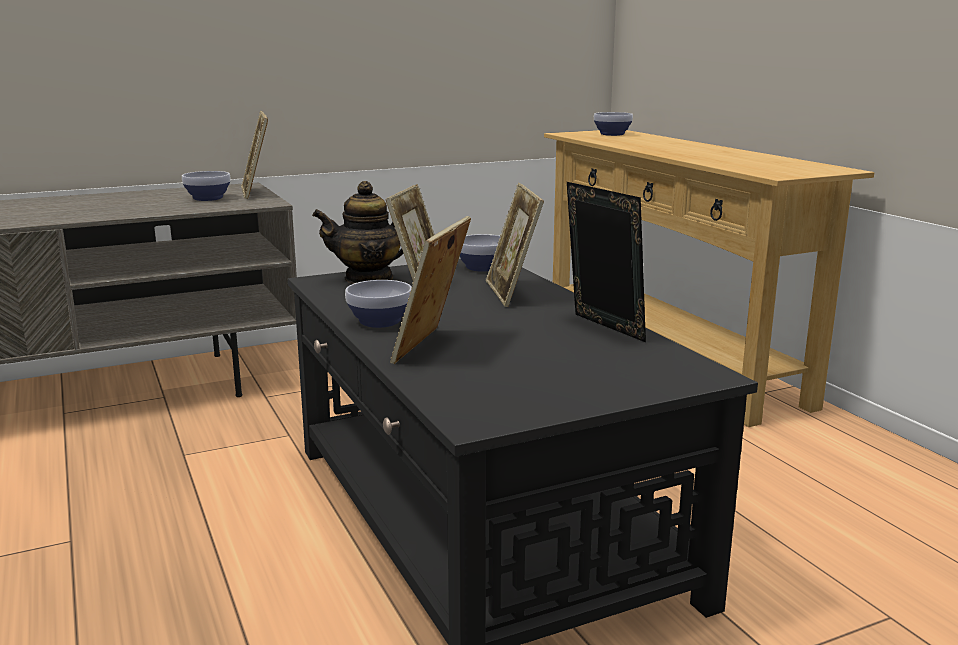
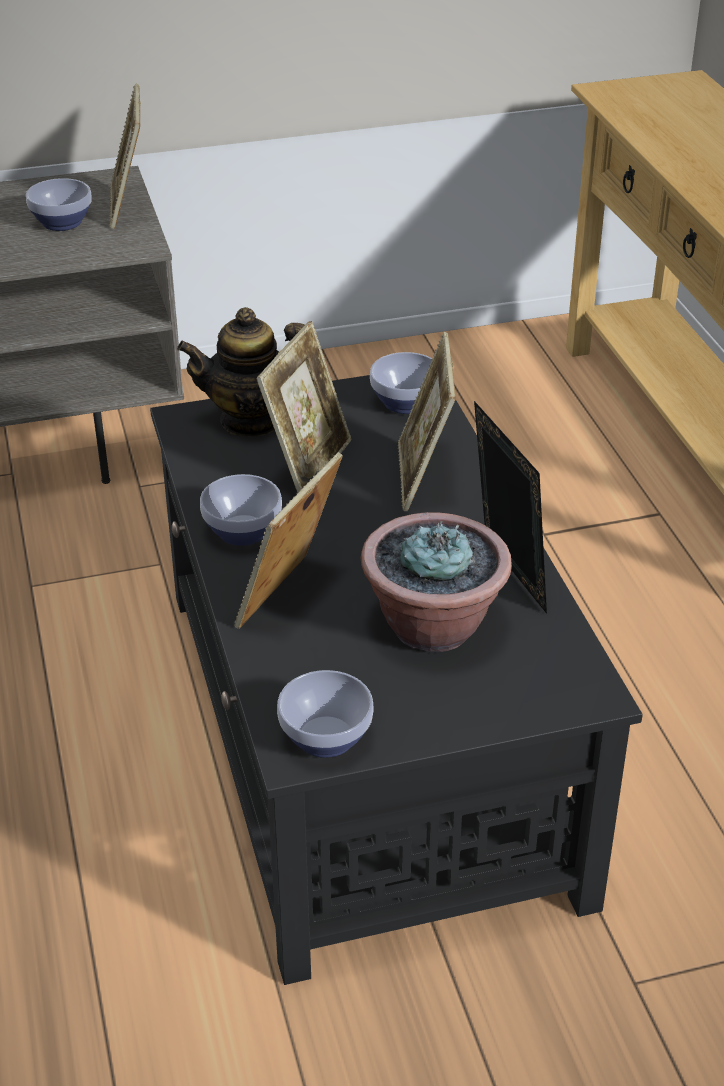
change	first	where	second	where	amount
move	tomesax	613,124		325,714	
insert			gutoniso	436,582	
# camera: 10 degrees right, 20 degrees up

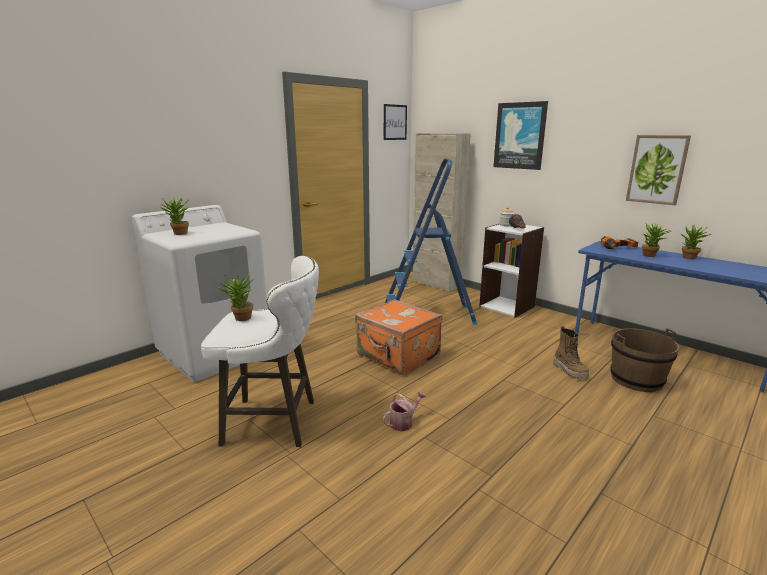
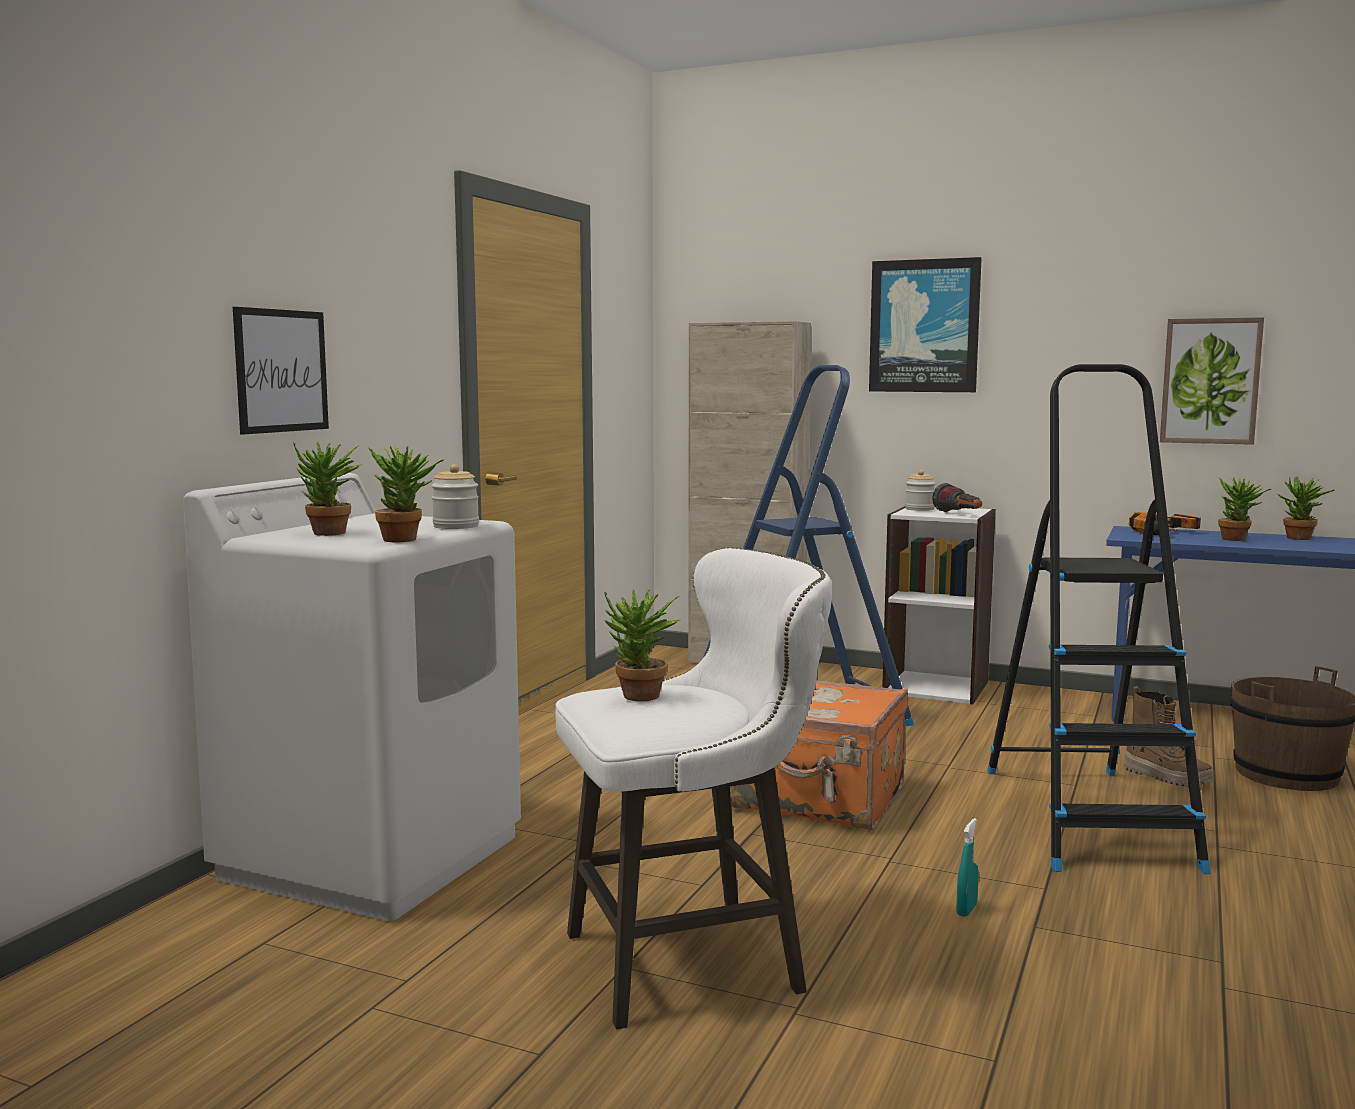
change	first	where	second	where	amount
move	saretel	395,122		281,371	
replace	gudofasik	404,411	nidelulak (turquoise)	967,867	
insert			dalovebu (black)	1098,619	
insert			gutoniso	406,493	
insert			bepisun	455,496	
# camera: 20 degrees left, 10 degrees down

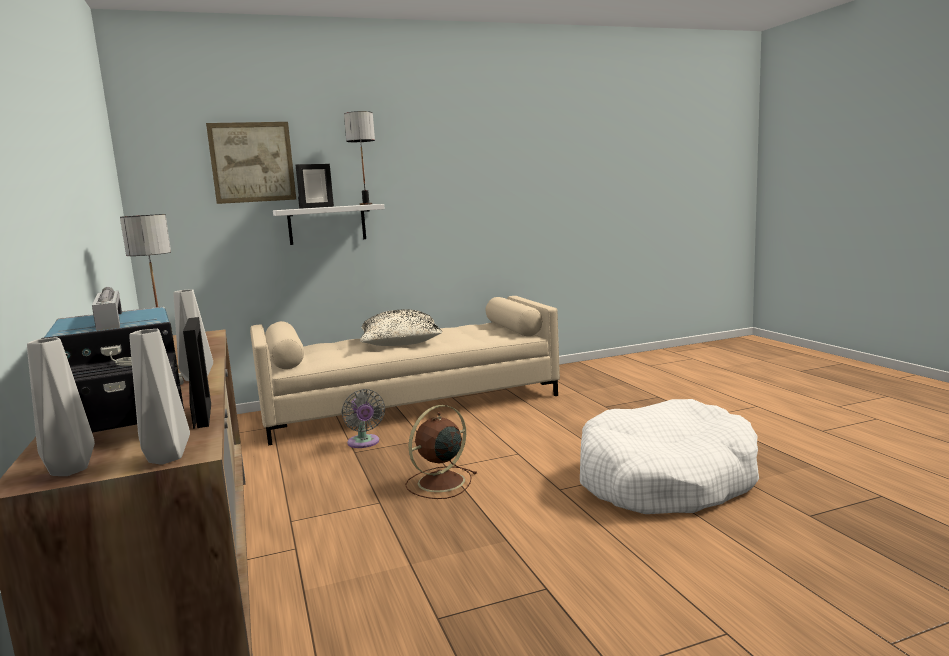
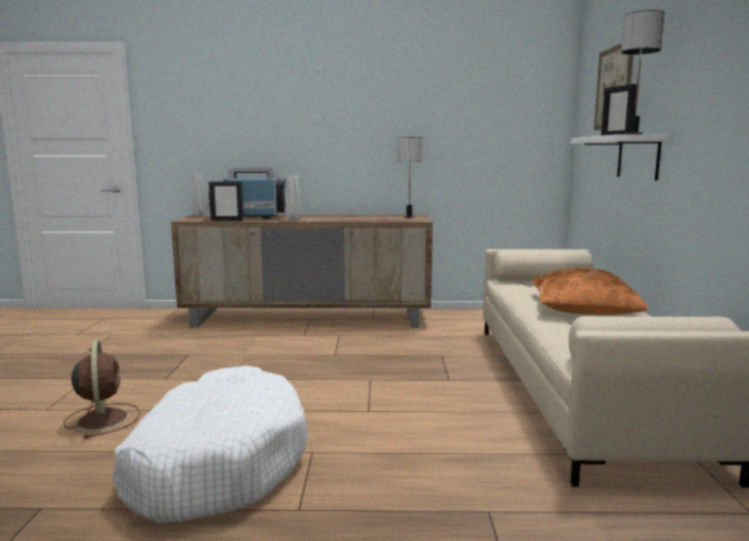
change	first	where	second	where	amount
recolor	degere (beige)	401,327	degere (orange)	590,291	
delete	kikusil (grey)	159,397			
delete	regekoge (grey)	363,418			
move	regekoge (brown)	441,452		101,389	
# camera: 110 degrees right, 0 degrees up

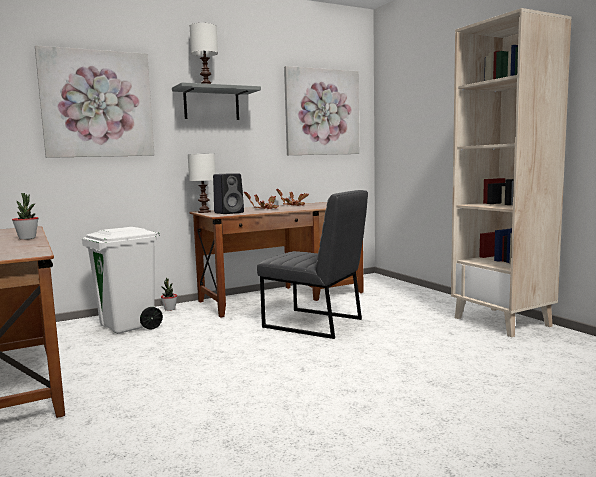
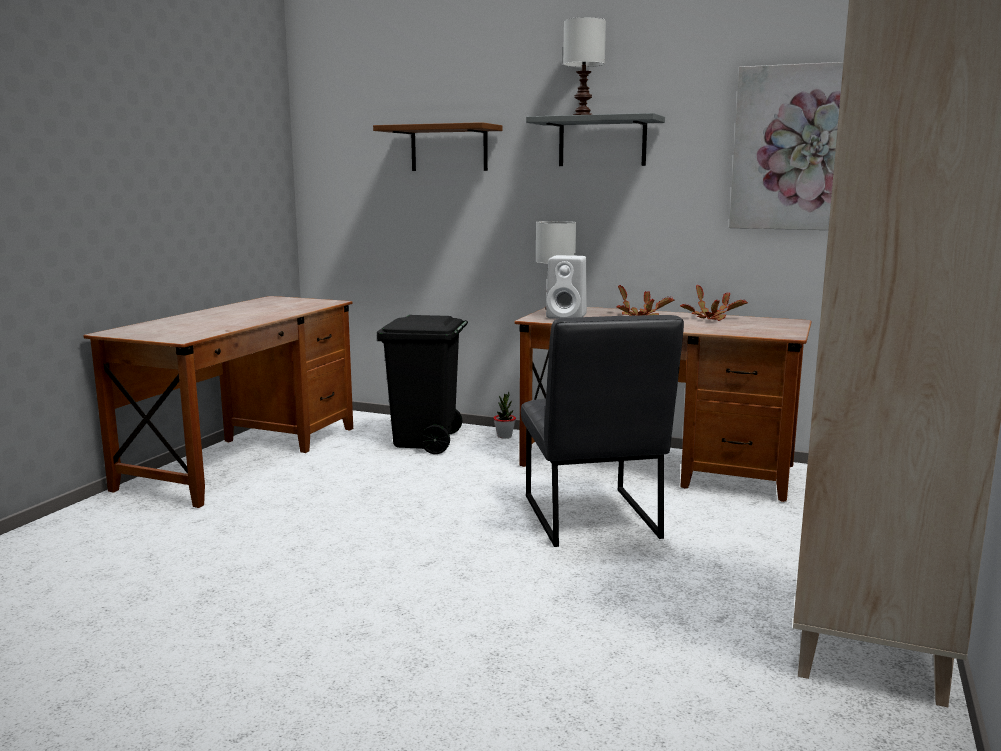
change	first	where	second	where	amount
replace	saretel	94,101	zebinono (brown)	438,146	
recolor	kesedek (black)	228,193	kesedek (white)	566,287	
delete	gutoniso	25,216			
recolor	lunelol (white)	122,280	lunelol (black)	422,384	
# camera: 50 degrees right, 5 degrees up

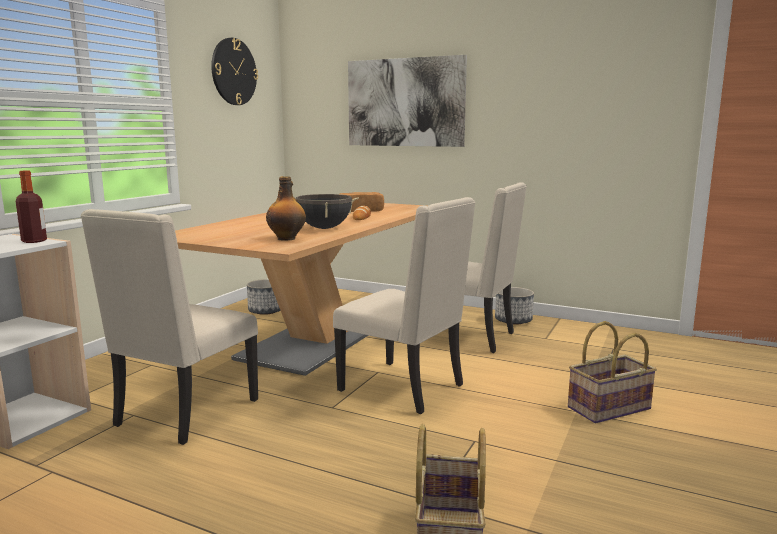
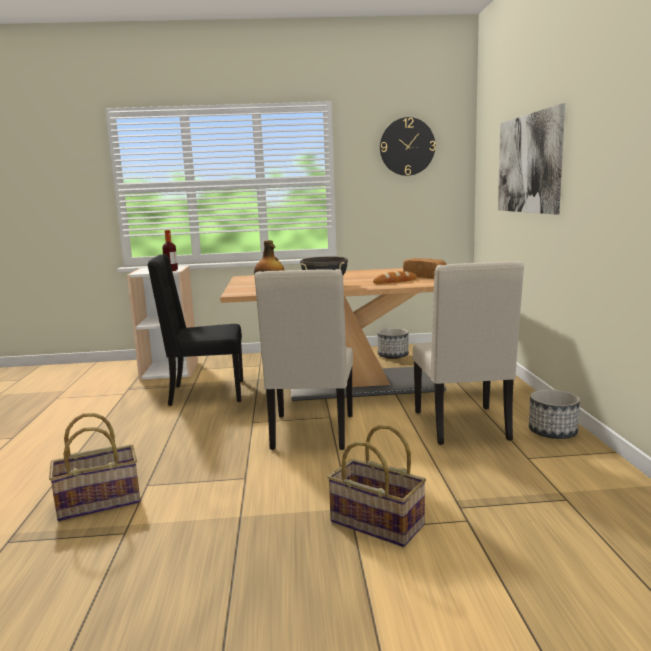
change	first	where	second	where	amount
recolor	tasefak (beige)	169,327	tasefak (black)	195,330	
# camera: 60 degrees right, 0 degrees up

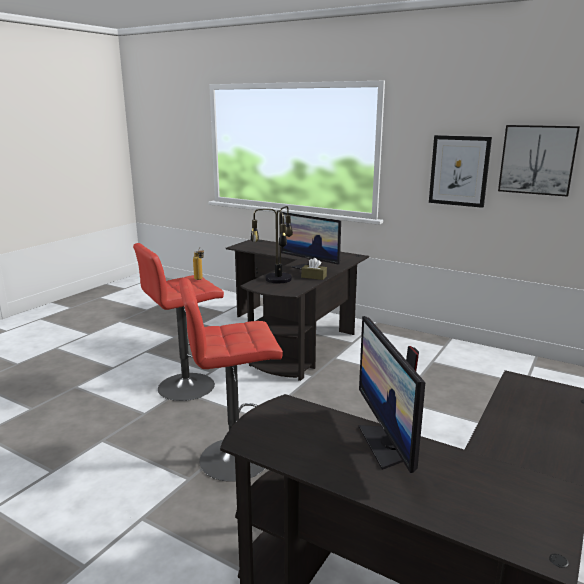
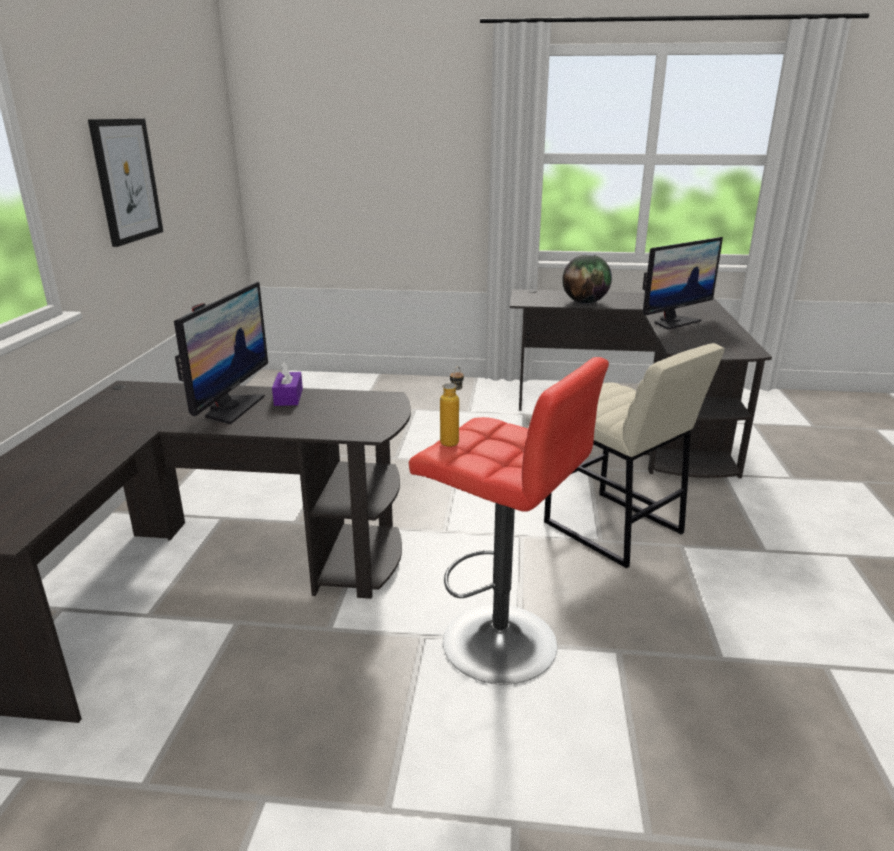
change	first	where	second	where	amount
delete	saretel	539,161			
delete	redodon	272,244			
recolor	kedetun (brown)	314,269	kedetun (purple)	287,384	
replace	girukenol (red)	231,380	tasefak (beige)	634,455	
insert			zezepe	587,279	
# camera: 115 degrees left, 5 degrees up

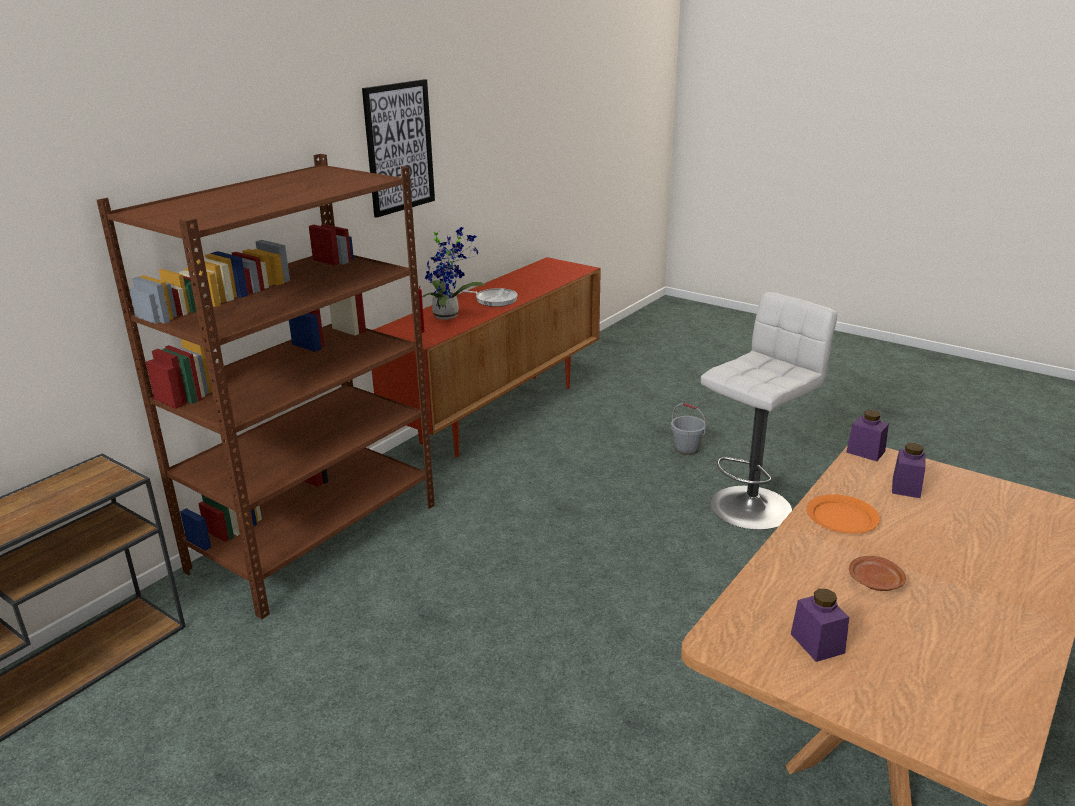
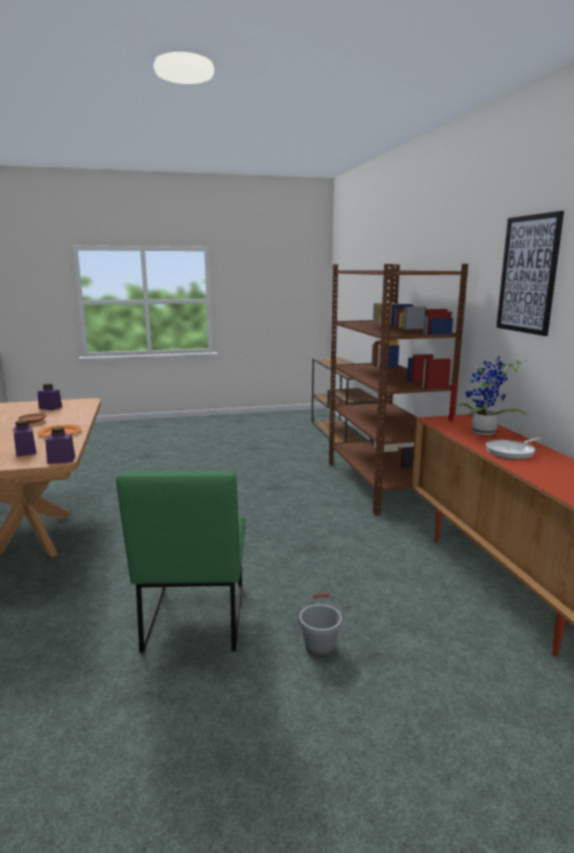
change	first	where	second	where	amount
replace	girukenol (white)	769,411	tasefak (green)	180,562	
# camera: 130 degrees right, 10 degrees down

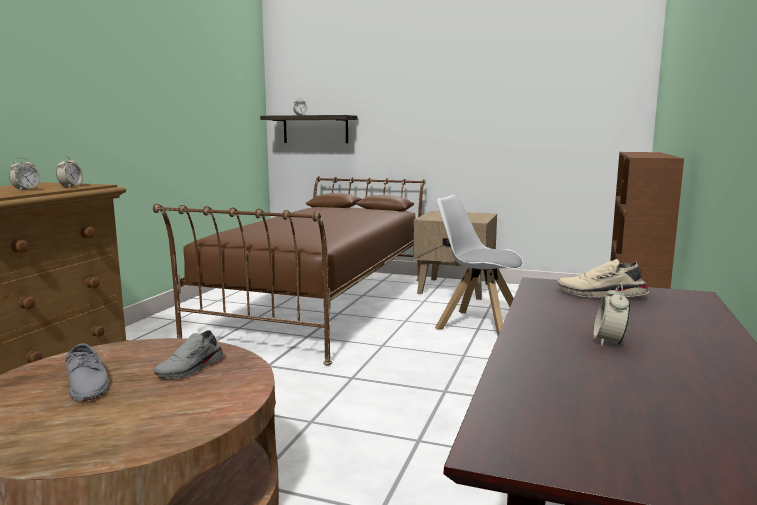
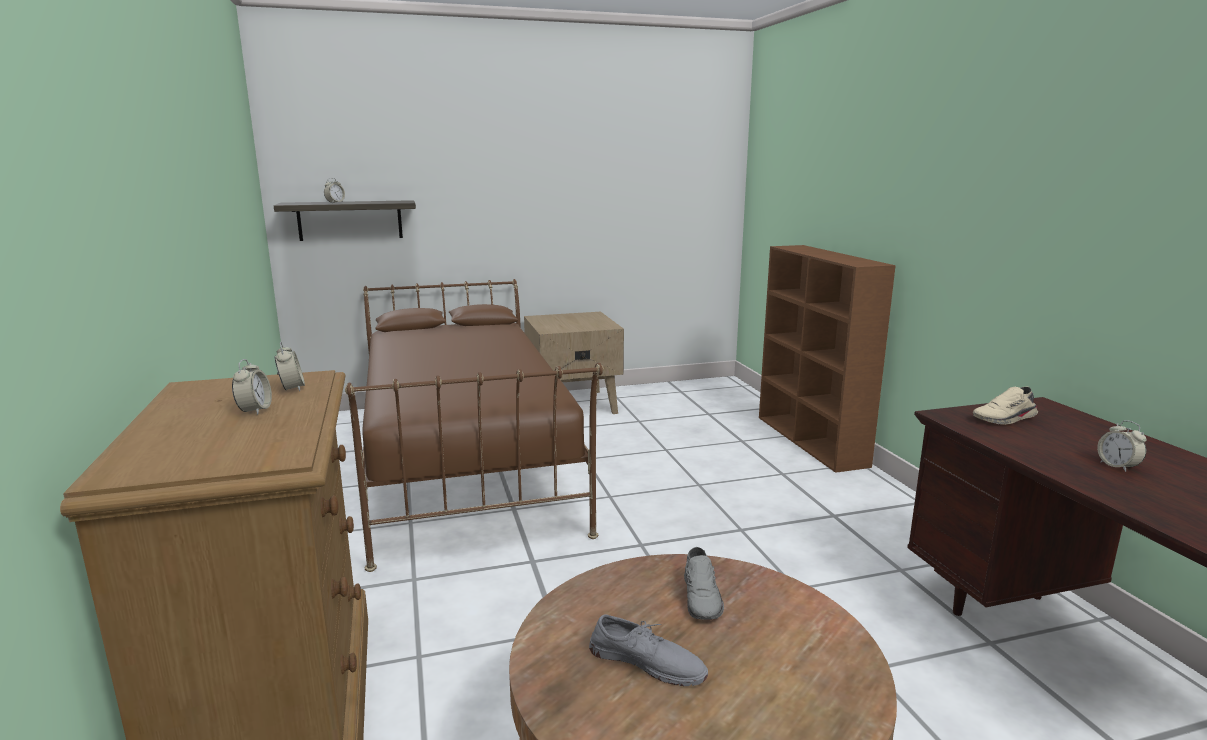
change	first	where	second	where	amount
delete	tasefak	479,265			
# camera: 35 degrees left, 5 degrees up

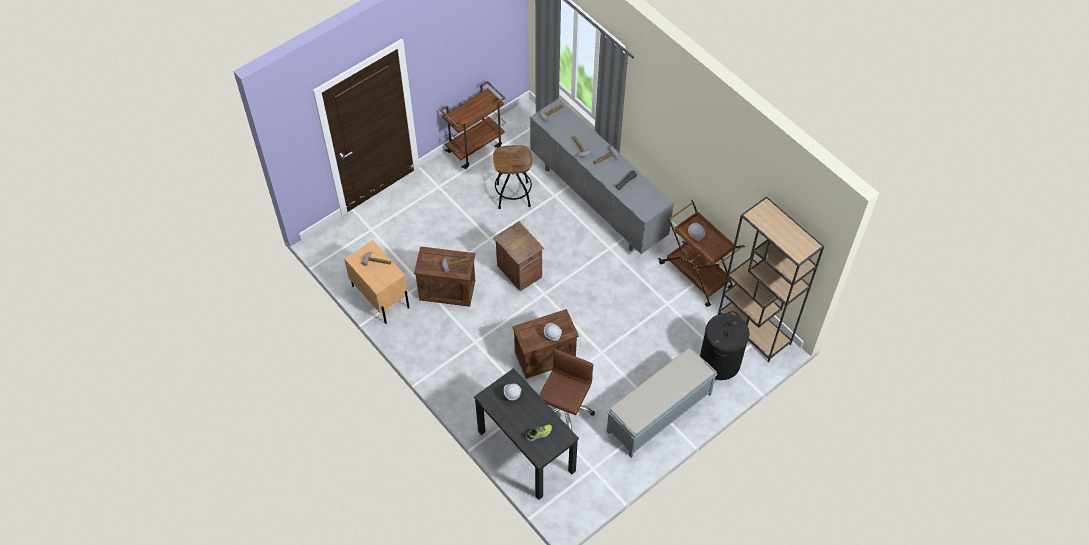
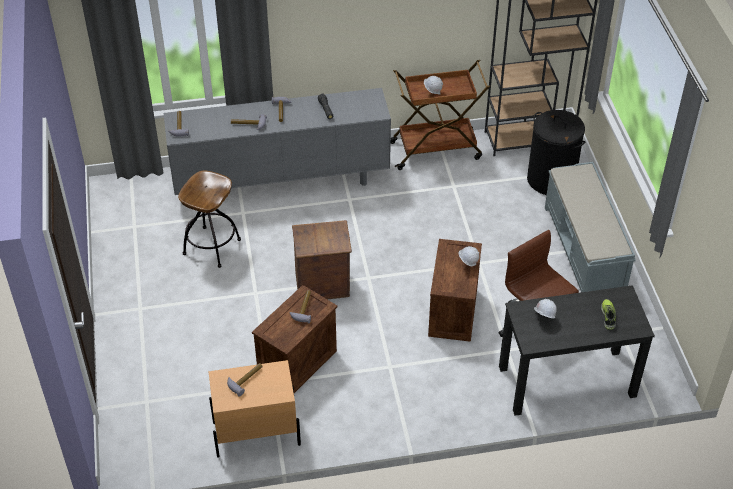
change	first	where	second	where	amount
delete	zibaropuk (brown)	472,125			
# camera: 60 degrees left, 10 degrees down

